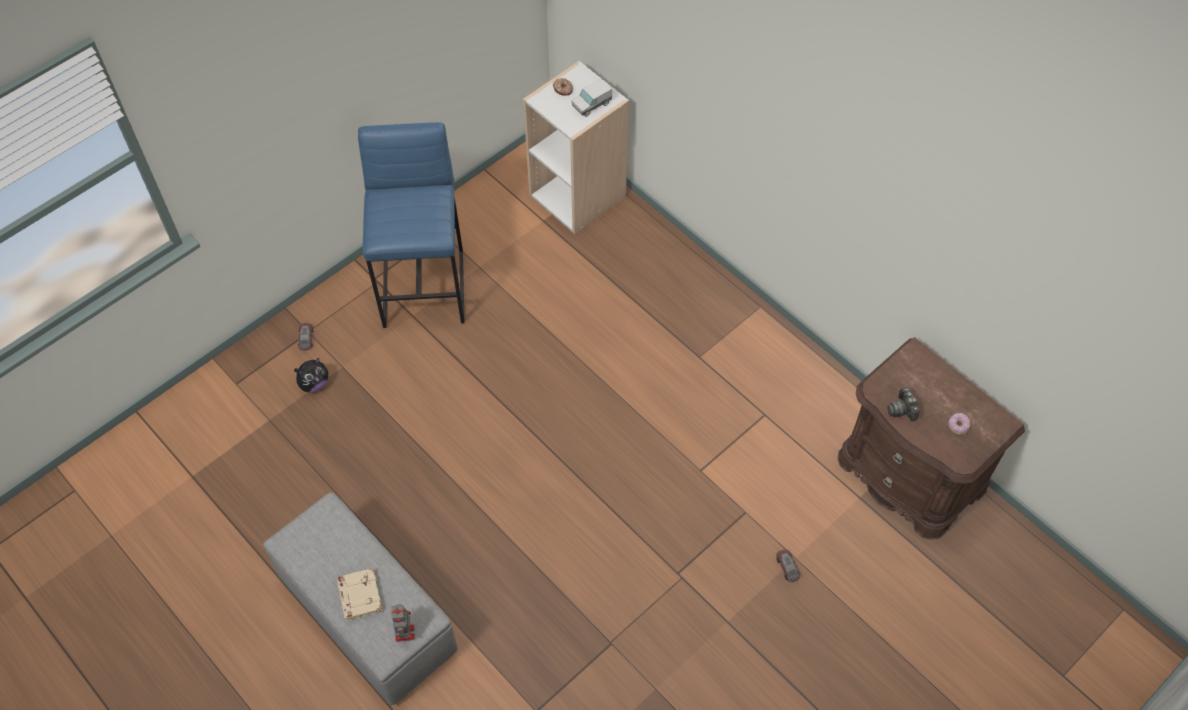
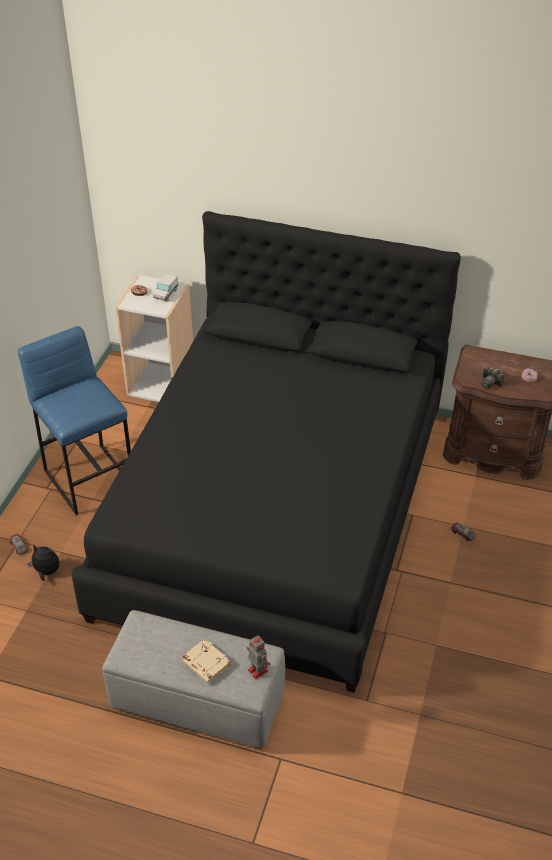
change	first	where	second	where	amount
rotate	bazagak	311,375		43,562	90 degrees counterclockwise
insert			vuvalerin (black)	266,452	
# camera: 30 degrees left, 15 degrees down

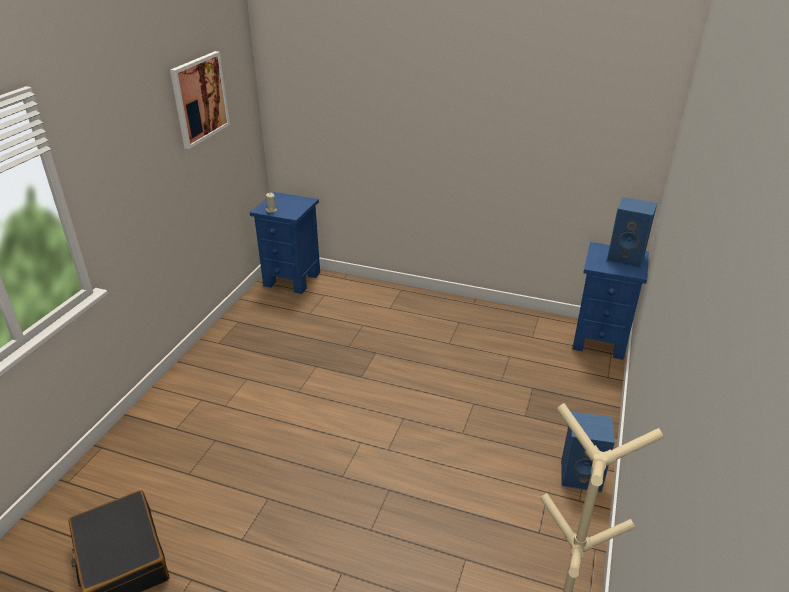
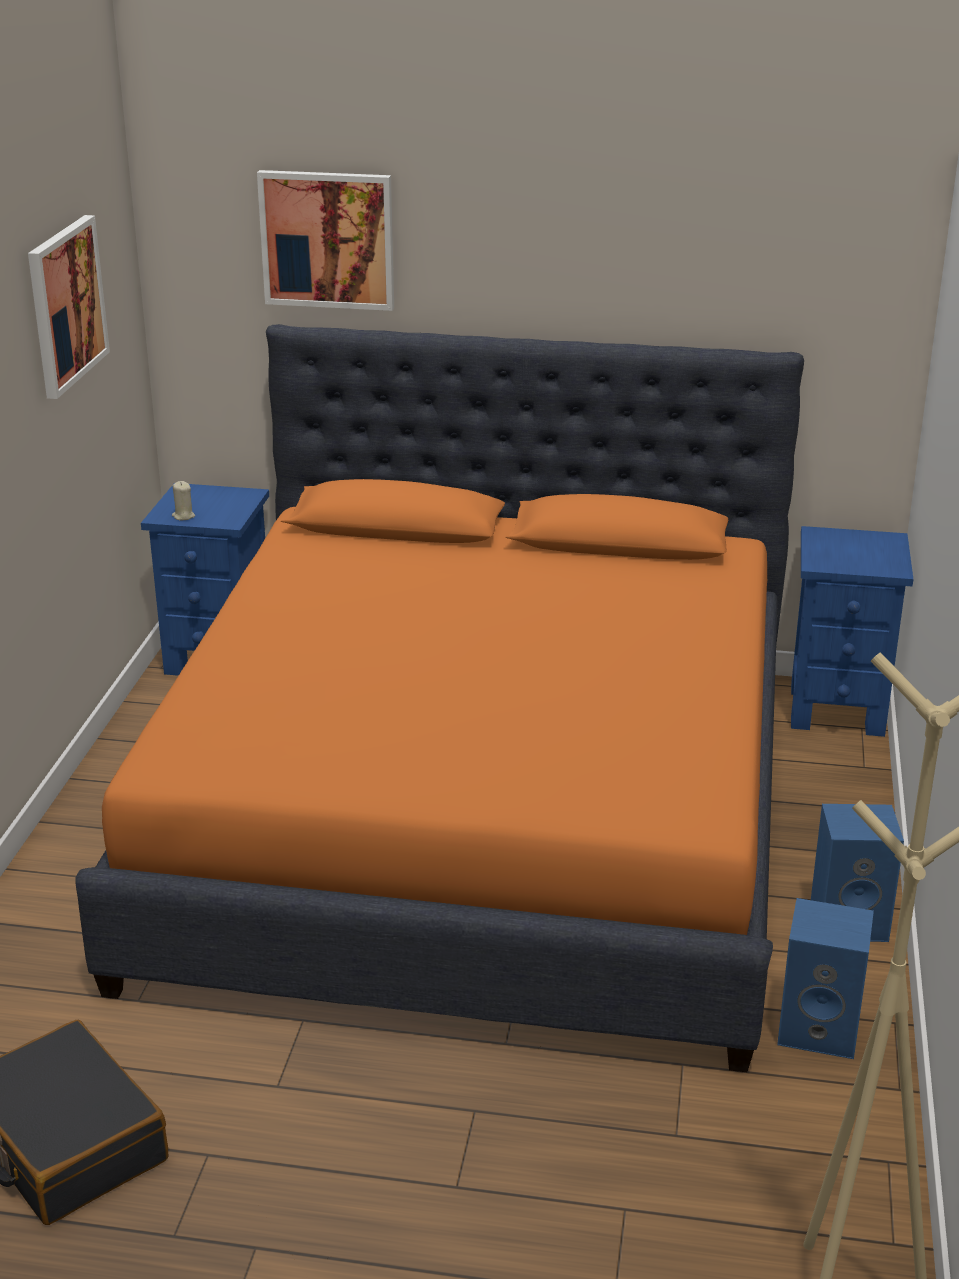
change	first	where	second	where	amount
move	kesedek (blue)	632,232		825,978	
insert			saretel	325,240	
insert			vuvalerin (orange)	439,698	
# camera: 10 degrees left, 5 degrees down

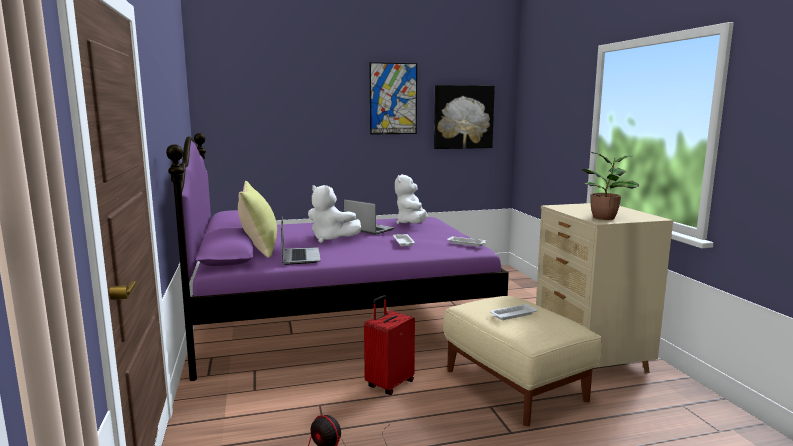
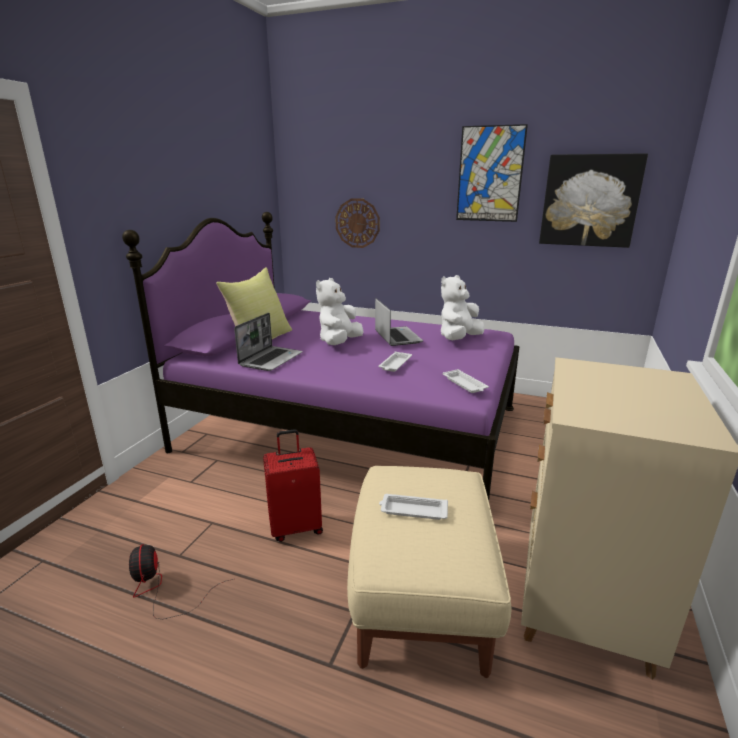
change	first	where	second	where	amount
delete	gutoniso	610,186			
rotate	bazagak (white)	334,214		340,311	45 degrees clockwise
insert			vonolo	357,223	
# camera: 35 degrees right, 10 degrees up

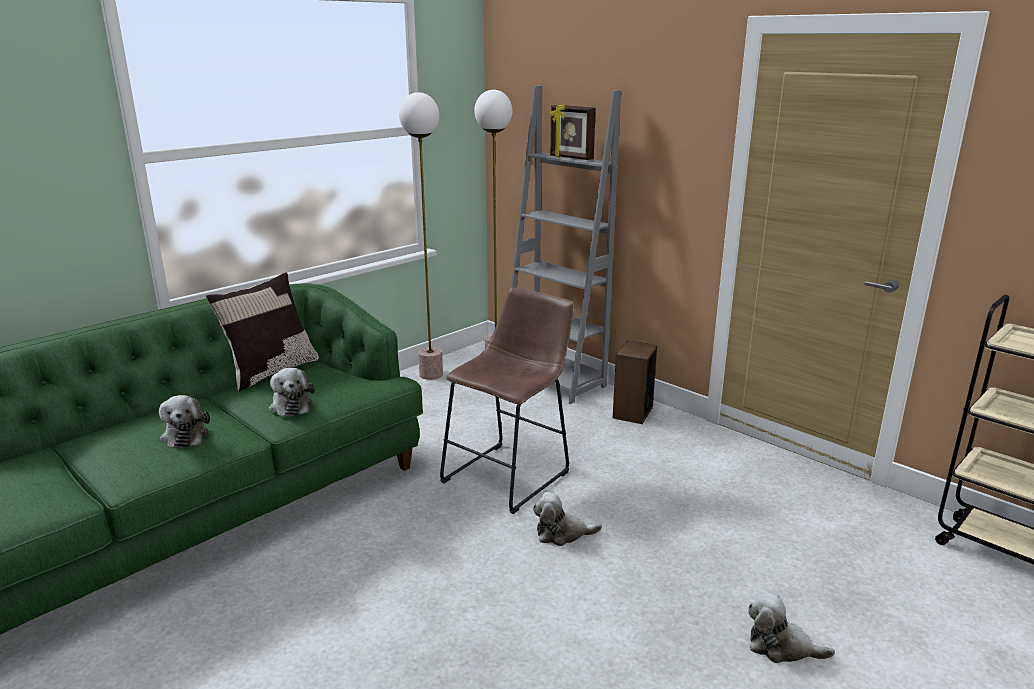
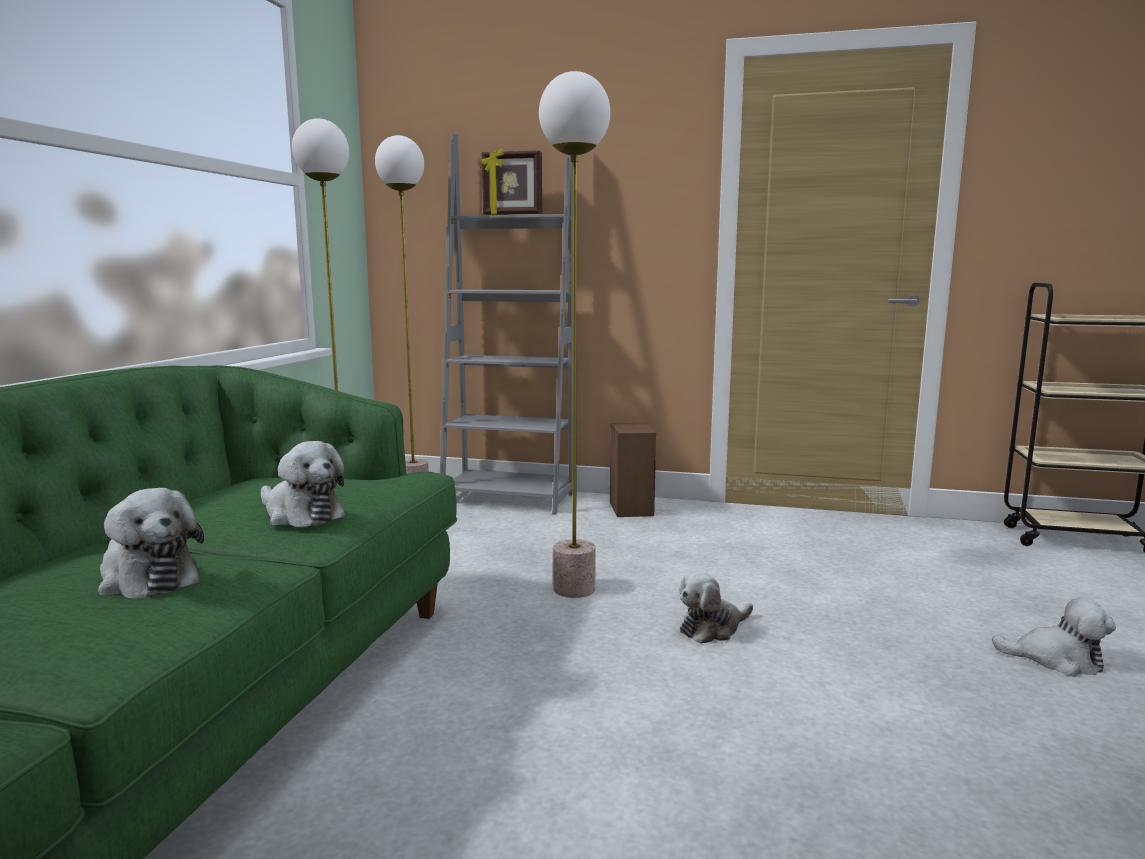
change	first	where	second	where	amount
delete	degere	262,332			
replace	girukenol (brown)	507,400	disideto	574,334	
rotate	bazagak	791,627		1054,637	150 degrees counterclockwise
# camera: 30 degrees left, 10 degrees down

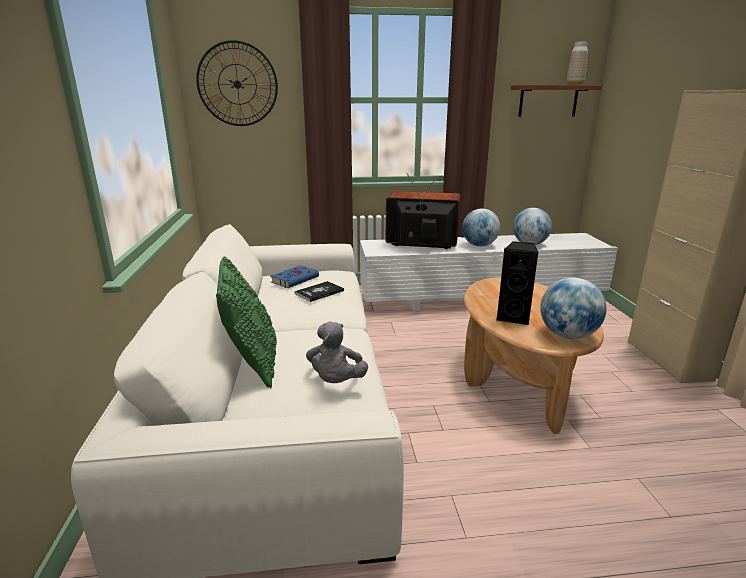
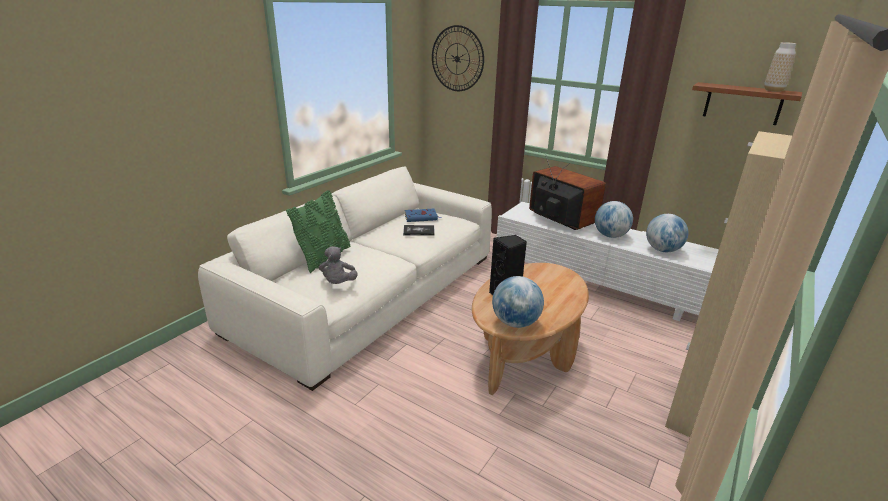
change	first	where	second	where	amount
rotate	bazagak (grey)	337,352		338,265	45 degrees counterclockwise
# camera: 40 degrees right, 5 degrees up

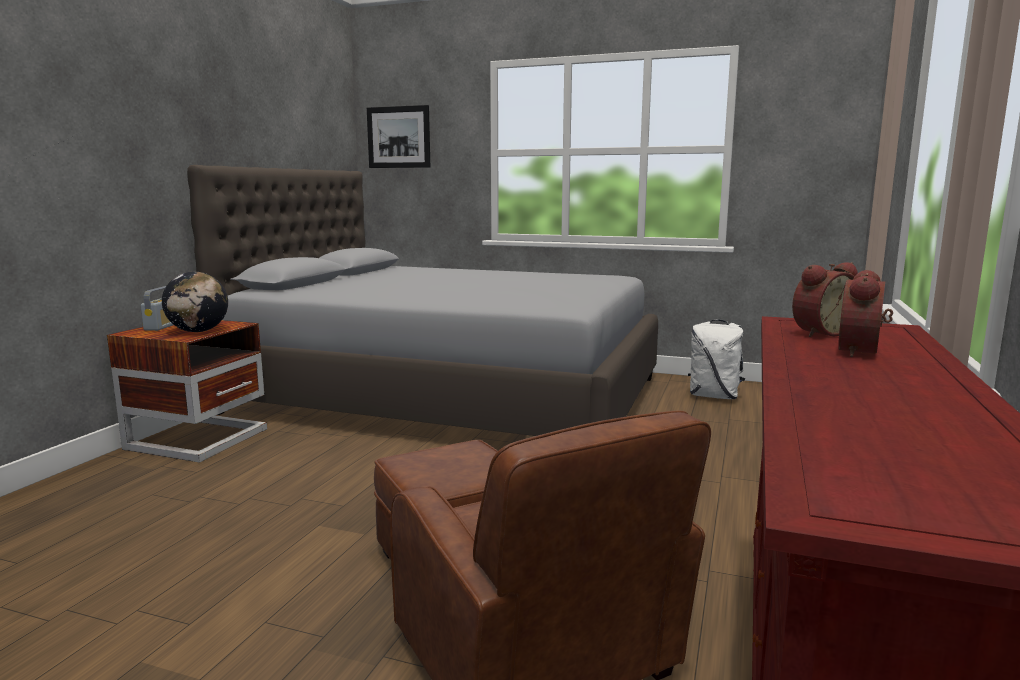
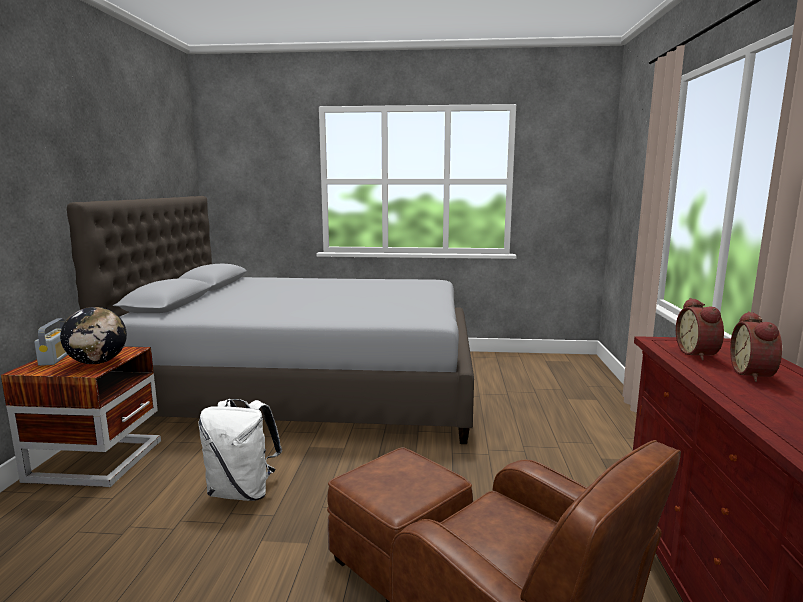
change	first	where	second	where	amount
delete	saretel	398,136			
rotate	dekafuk	825,299		700,329	135 degrees clockwise
move	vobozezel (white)	716,359		240,450	
# camera: 15 degrees left, 0 degrees up

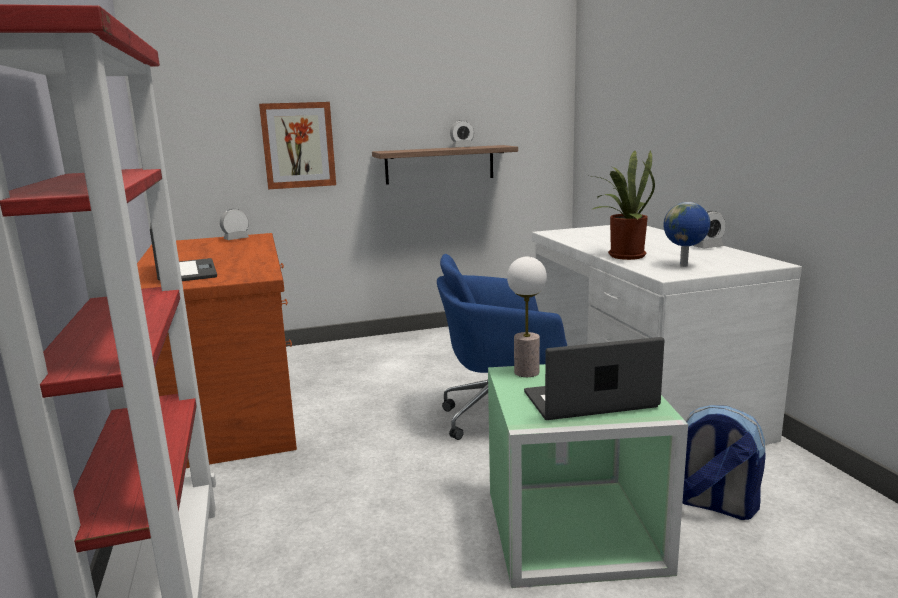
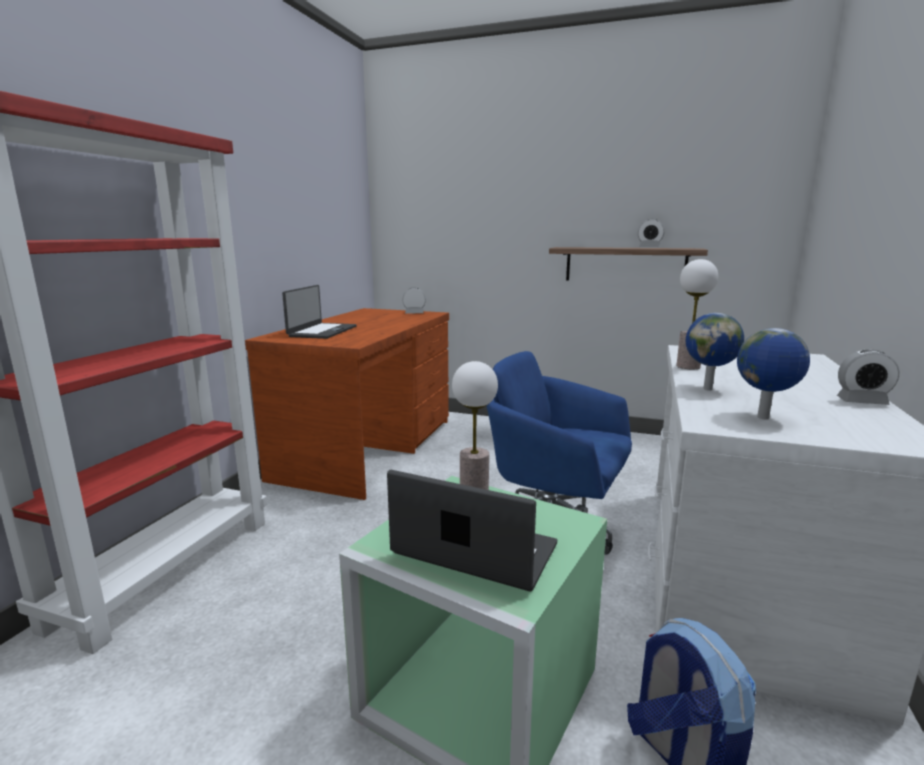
change	first	where	second	where	amount
delete	saretel	297,145			
replace	gutoniso	623,205	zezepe	715,352	
insert			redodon	697,314	
# camera: 35 degrees right, 0 degrees up

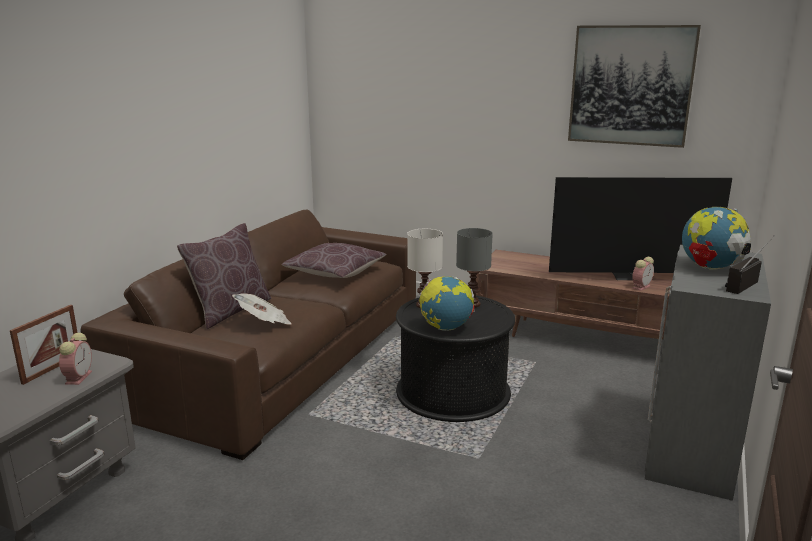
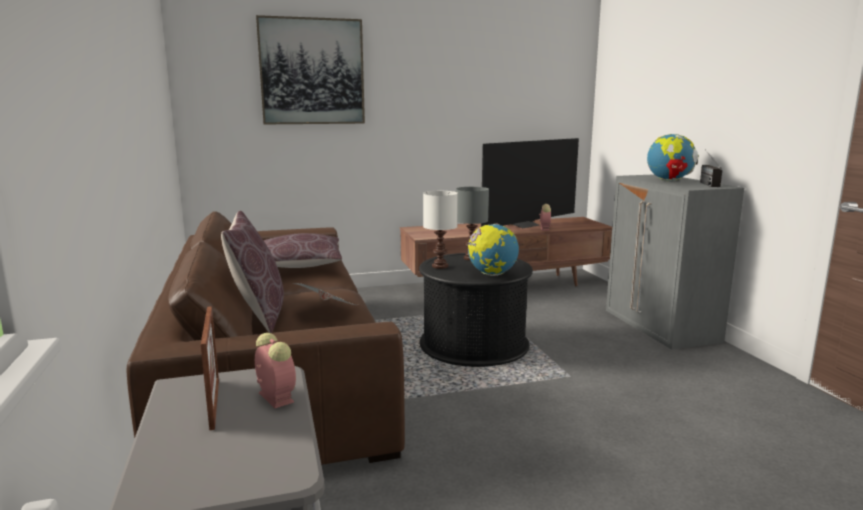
change	first	where	second	where	amount
move	saretel	634,86		310,69	
# camera: 40 degrees left, 5 degrees down

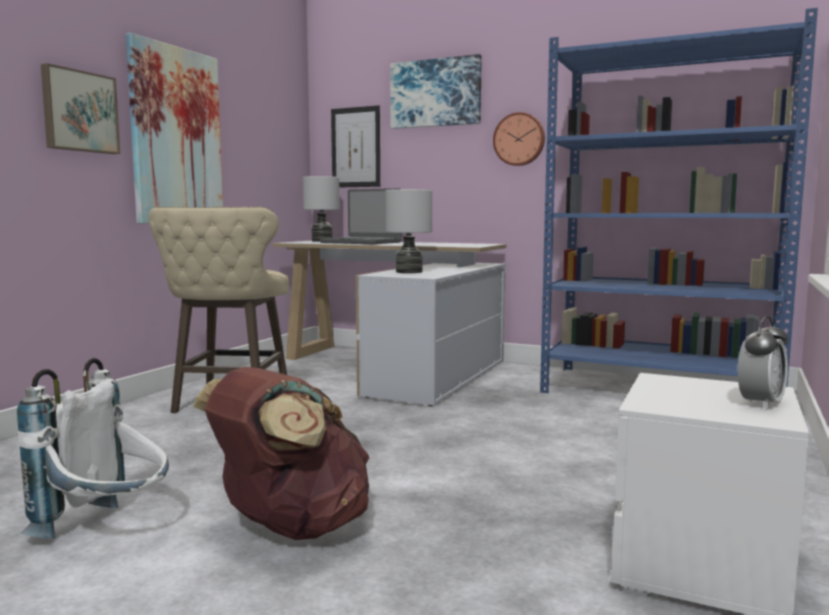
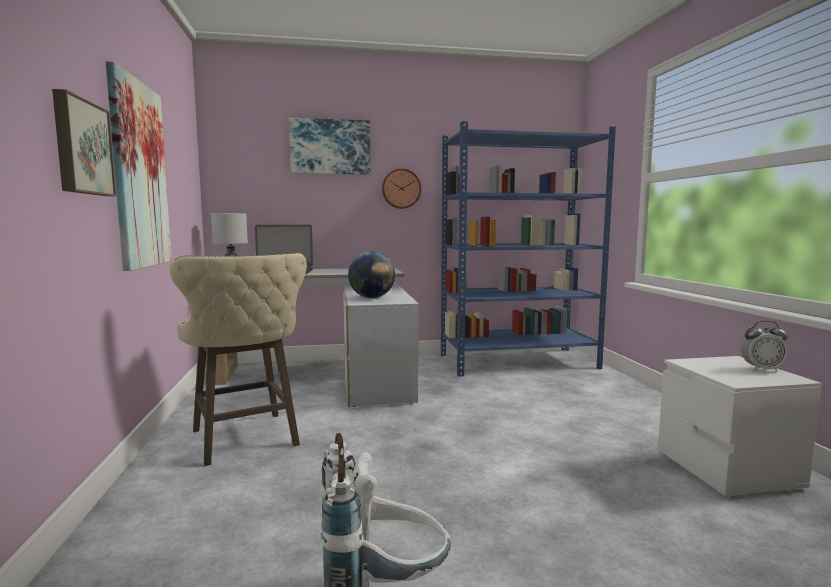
change	first	where	second	where	amount
delete	saretel	355,146			
replace	redodon (grey)	409,231	zezepe	371,274	
rotate	dekafuk	763,363		764,346	90 degrees clockwise
delete	vobozezel (brown)	281,453			
# camera: 35 degrees left, 0 degrees up

